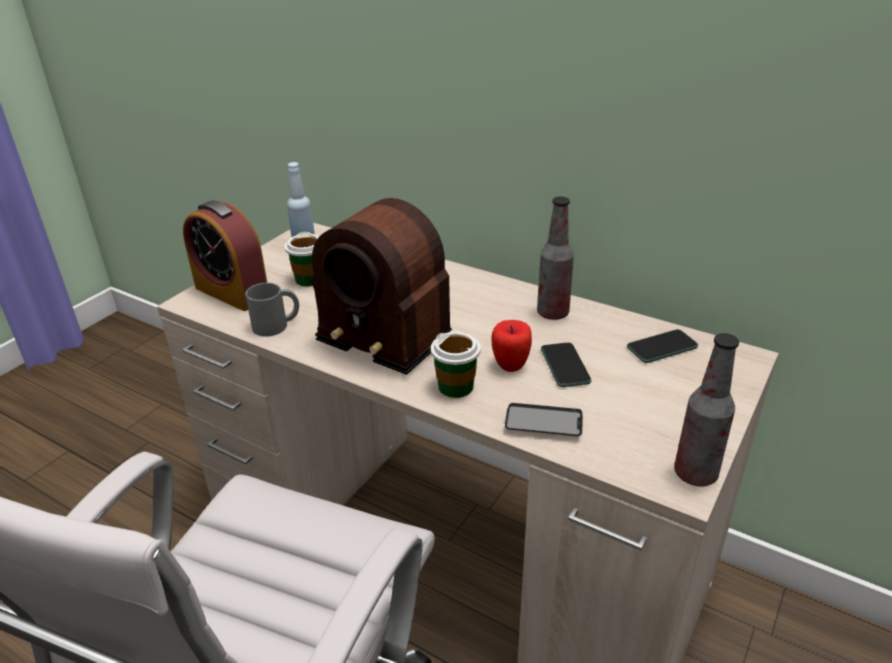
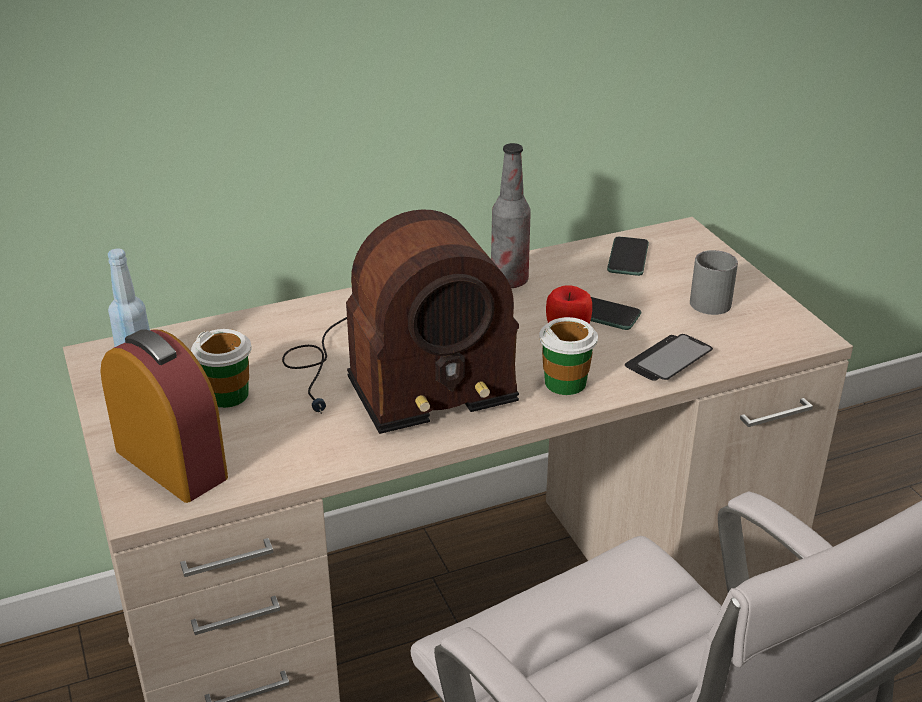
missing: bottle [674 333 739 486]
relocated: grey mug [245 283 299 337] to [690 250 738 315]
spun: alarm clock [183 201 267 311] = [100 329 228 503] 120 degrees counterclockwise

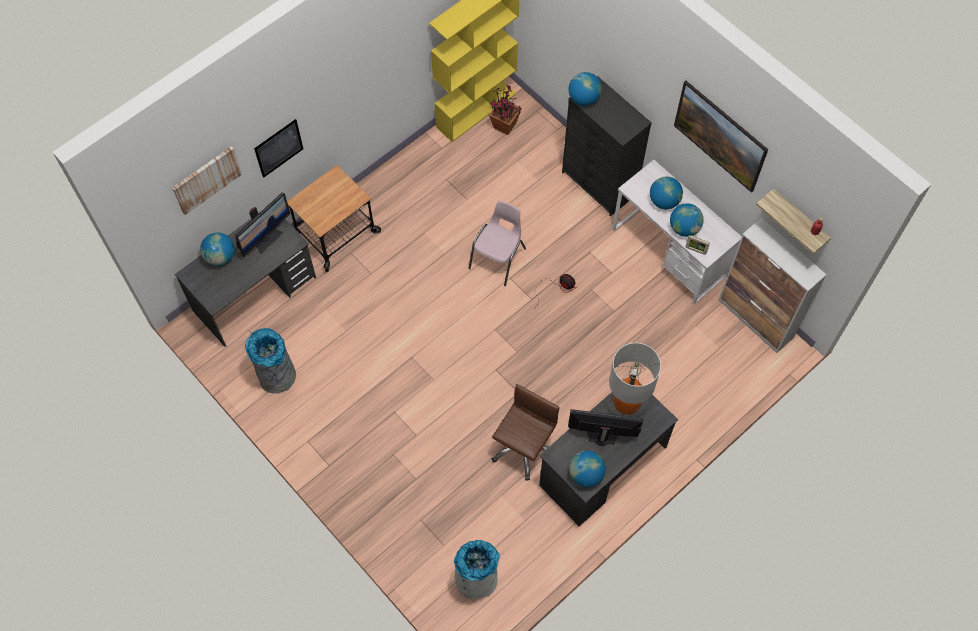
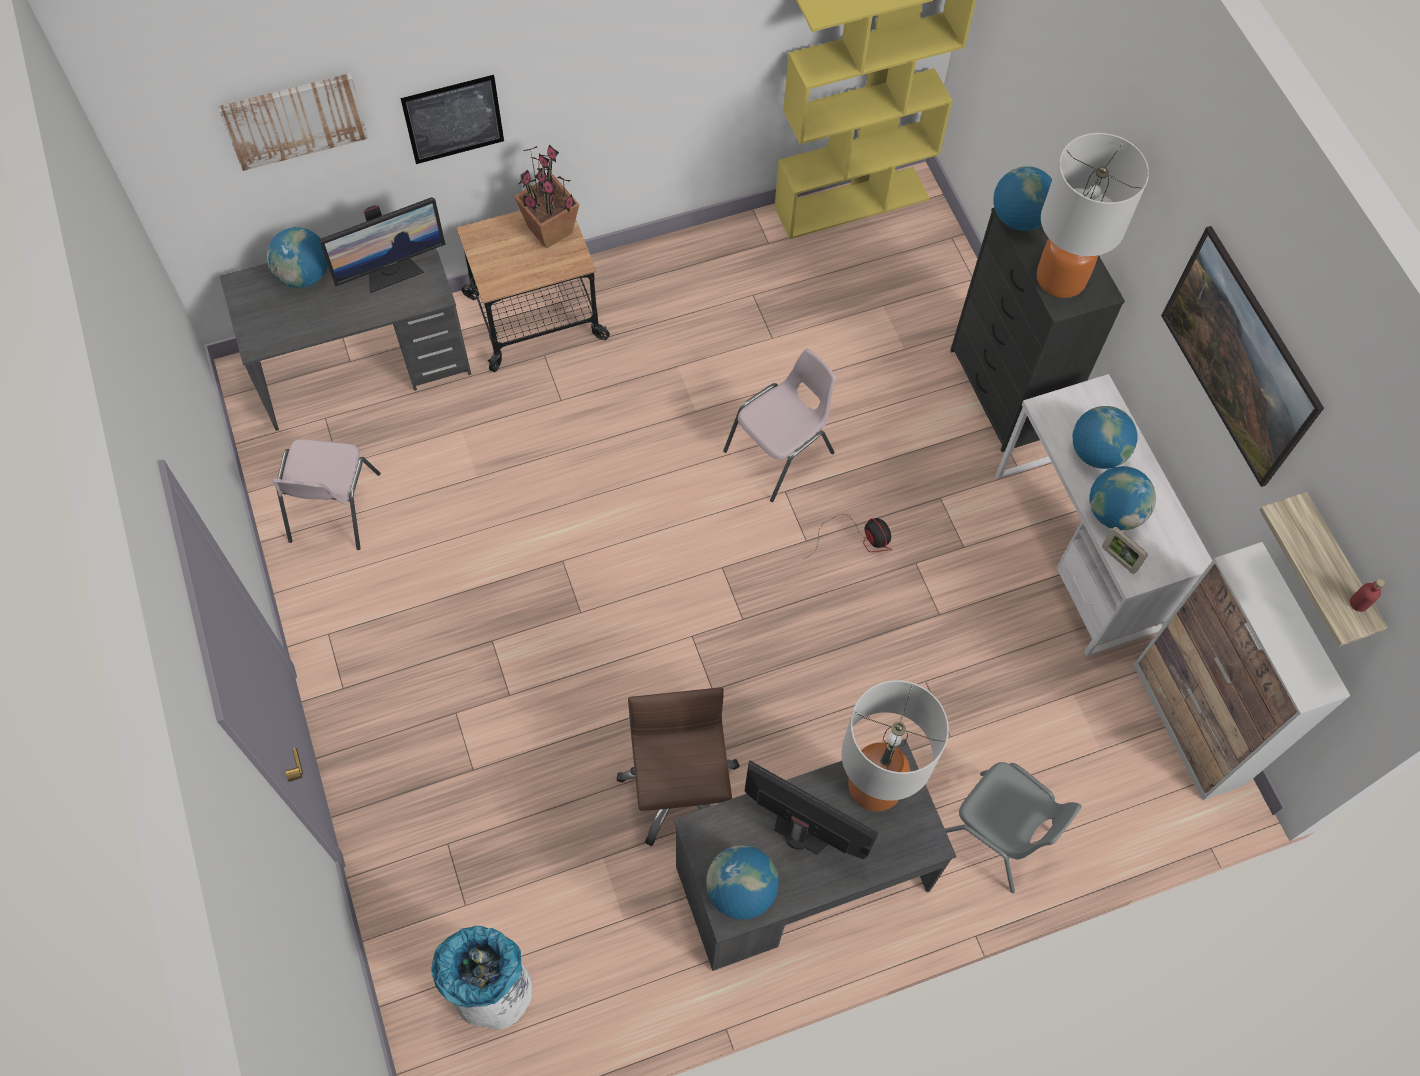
appeared: table lamp [1037 133 1149 298]; grey chair [945 762 1082 893]
relocated: potted plant [489 84 522 135] to [514 144 579 248]
exchanged: grey trash can [245 328 296 393] to pink chair [272 439 381 550]
spun: brown office chair [492 384 560 481] = [616 687 740 846] 60 degrees counterclockwise

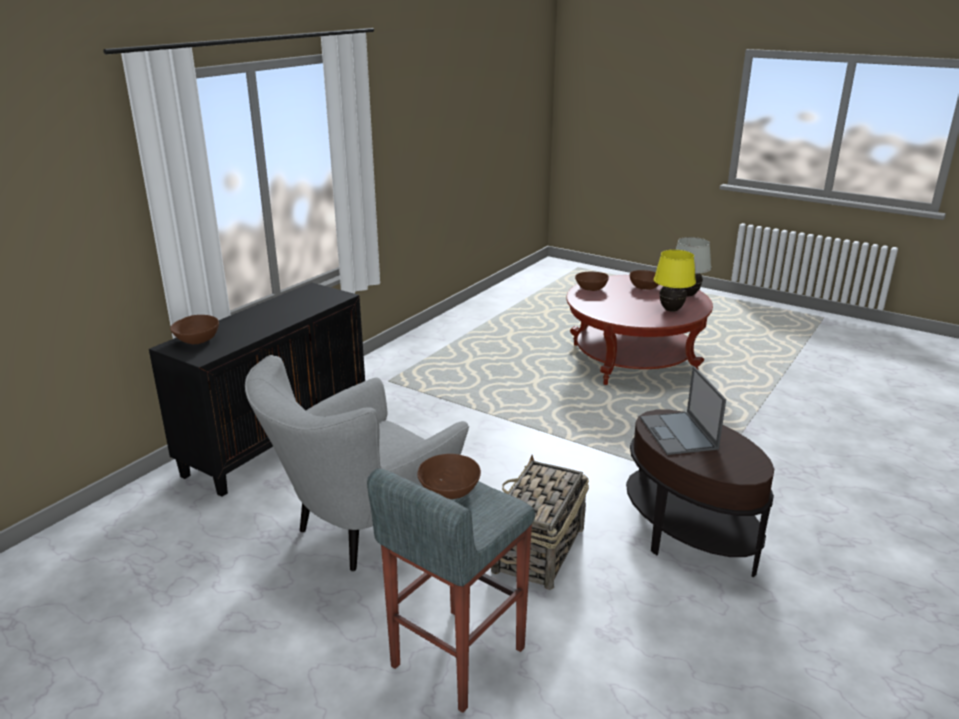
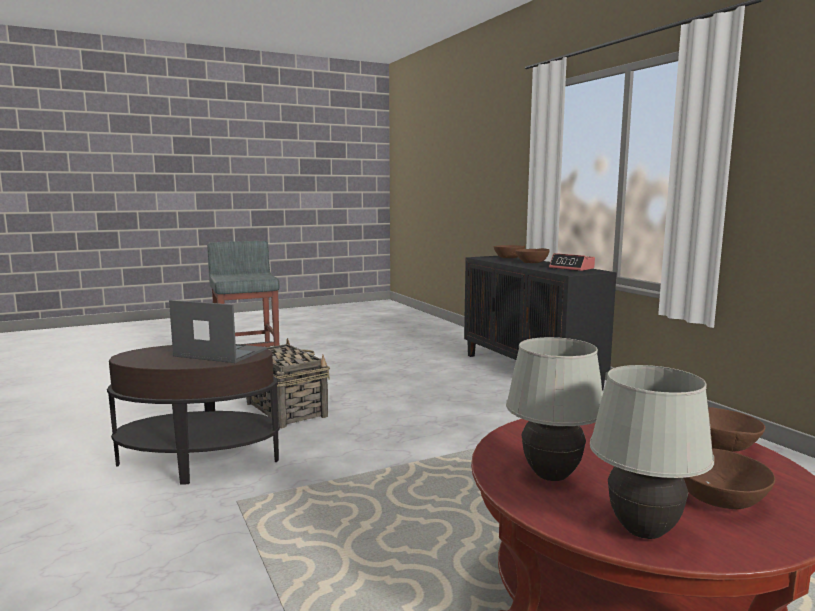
missing: grey armchair [245 355 469 572]
appeared: alarm clock [549 253 595 271]
relocated: brown bowl [417 454 481 499] to [515 248 550 263]
colour: yellow table lamp [654 250 696 312] to white table lamp [506 337 603 481]

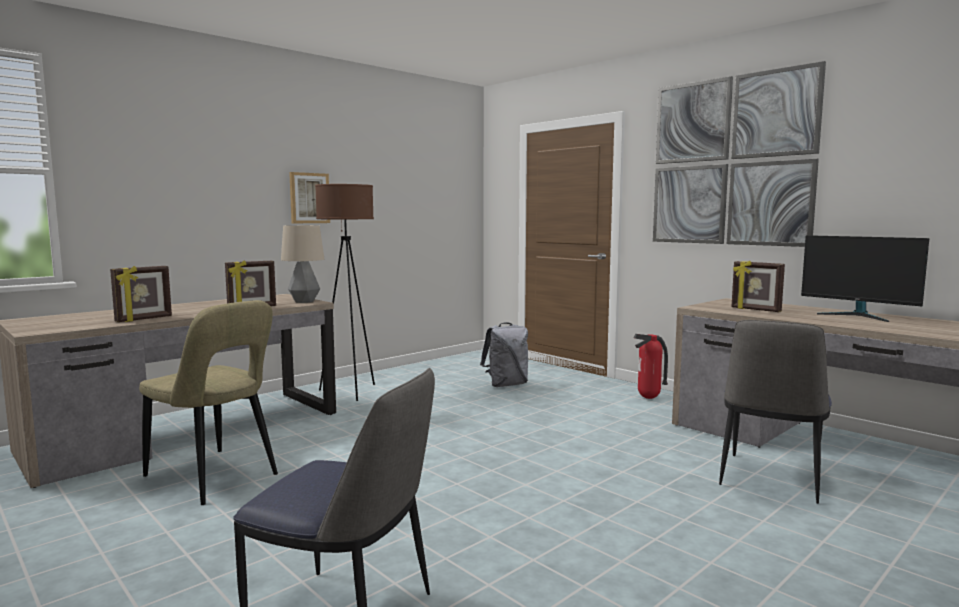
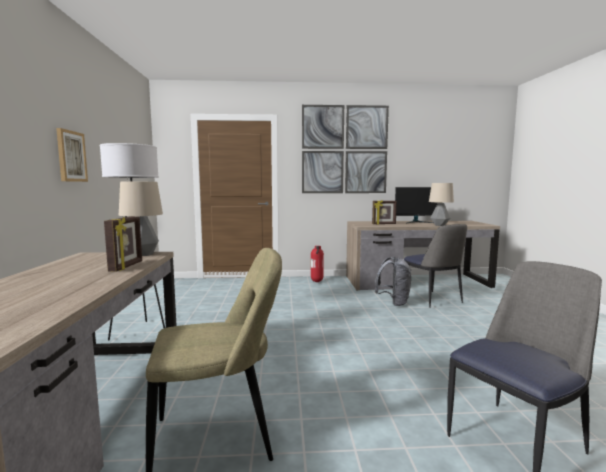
missing: picture frame [110 266 172 322]
appeared: table lamp [429 183 454 226]
relocated: grey backpack [480 322 528 387] to [375 257 411 306]
colour: brown floor lamp [315 184 375 401] to white floor lamp [100 143 165 340]

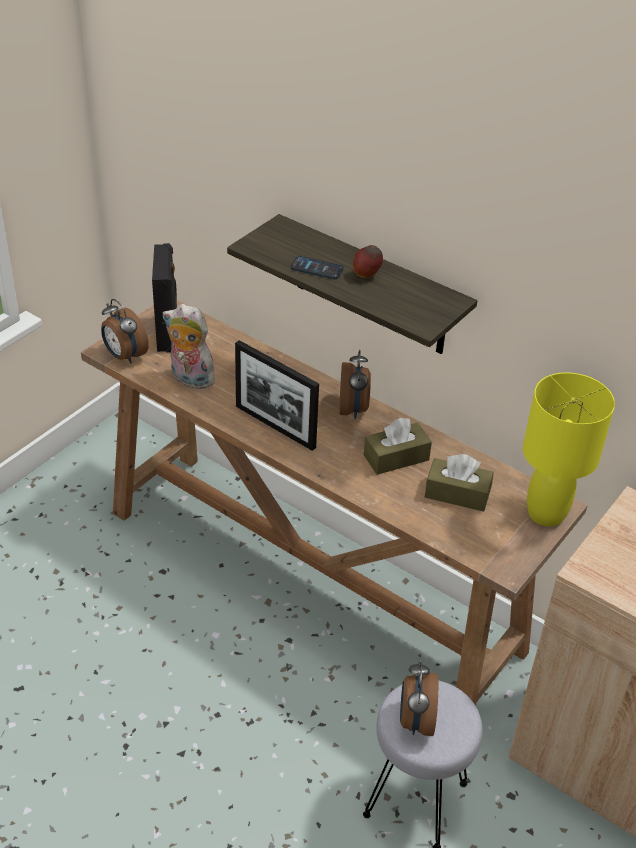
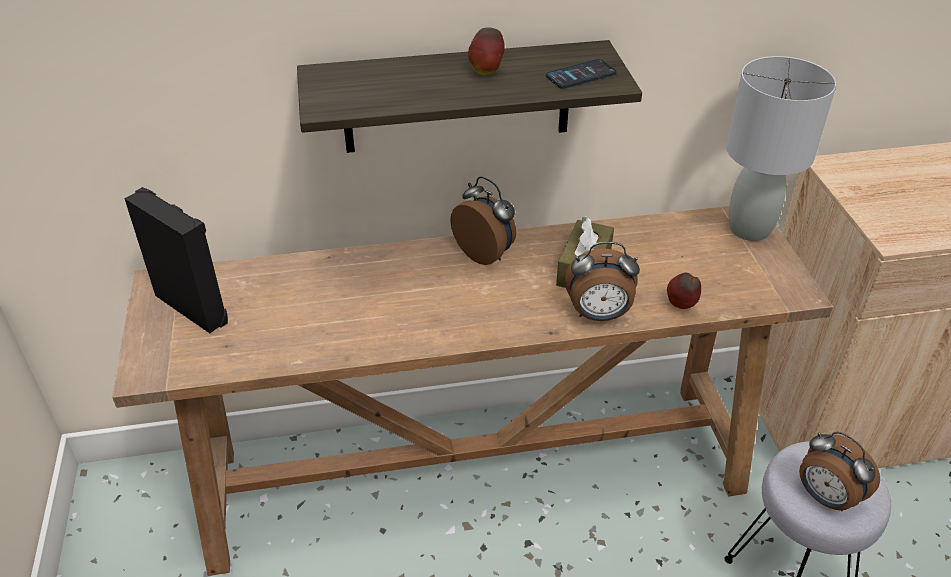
missing: plush toy [163 304 215 389]; picture frame [235 340 319 451]; brown tissue box [425 454 494 512]
appeared: apple [667 273 701 309]
relocated: phone [290 256 344 279] to [546 59 617 89]; alarm clock [101 299 149 363] to [565 242 640 321]
colour: yellow table lamp [523 372 615 526] to grey table lamp [726 56 836 241]

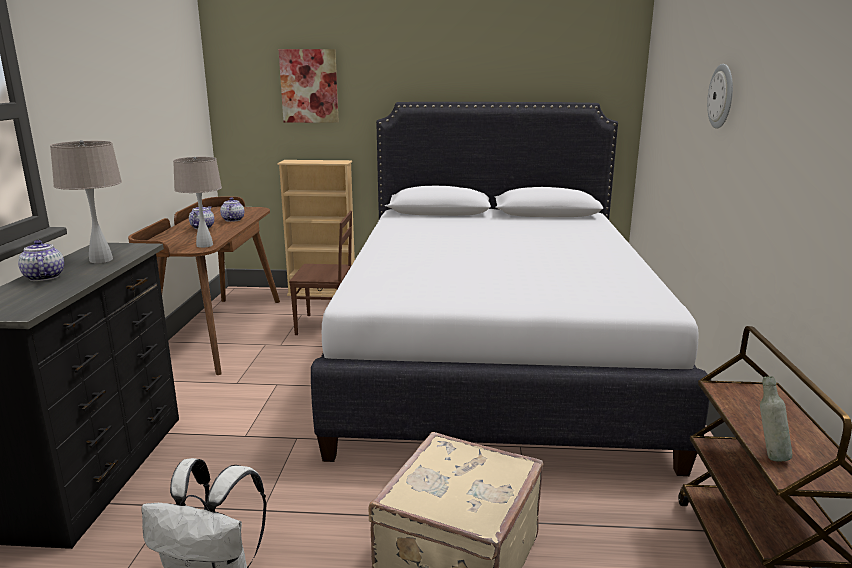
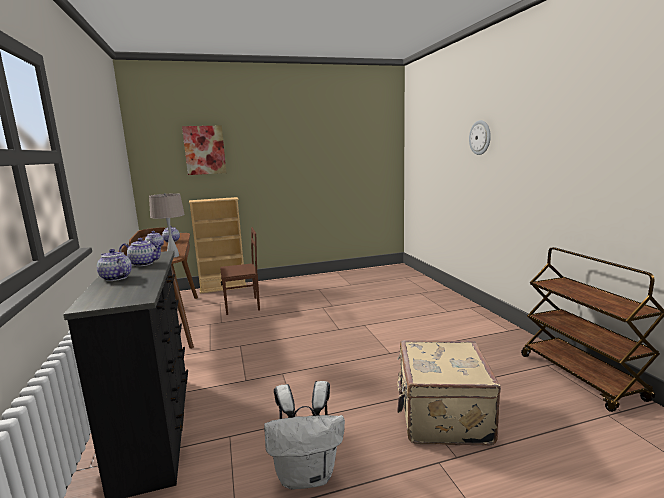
missing: white bed [311 102 711 476]; grey bottle [760 376 792 461]
exchanged: beige table lamp [50 140 122 263] to teapot [119 238 163 266]

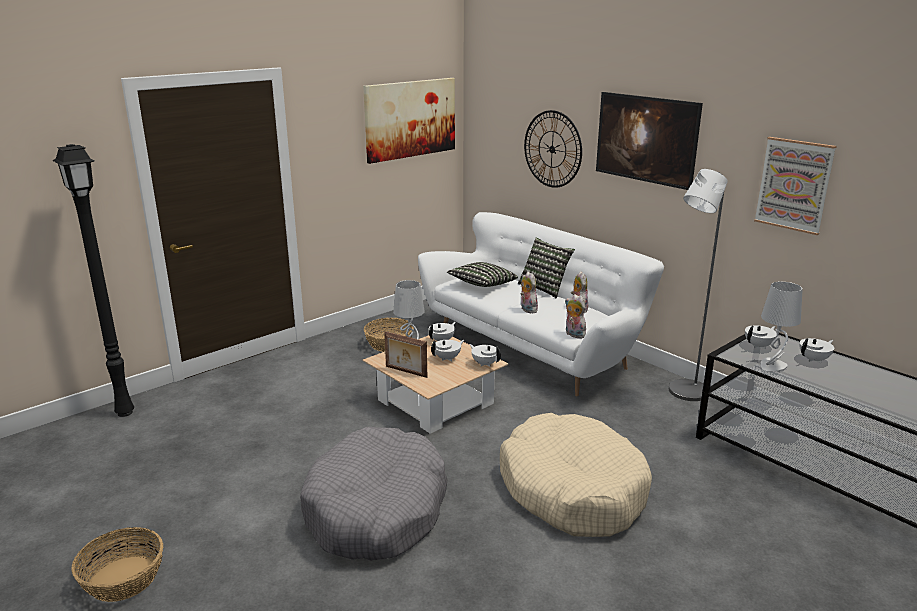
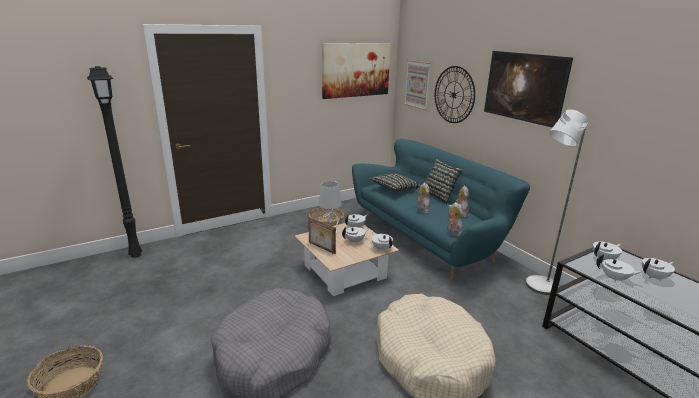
relocated: picture [754 137 837 235] to [404 60 431 110]
exchanged: grey table lamp [761 281 803 372] to white teapot [596 254 644 283]
colour: white sofa [418 212 664 396] to turquoise sofa [352 139 530 280]

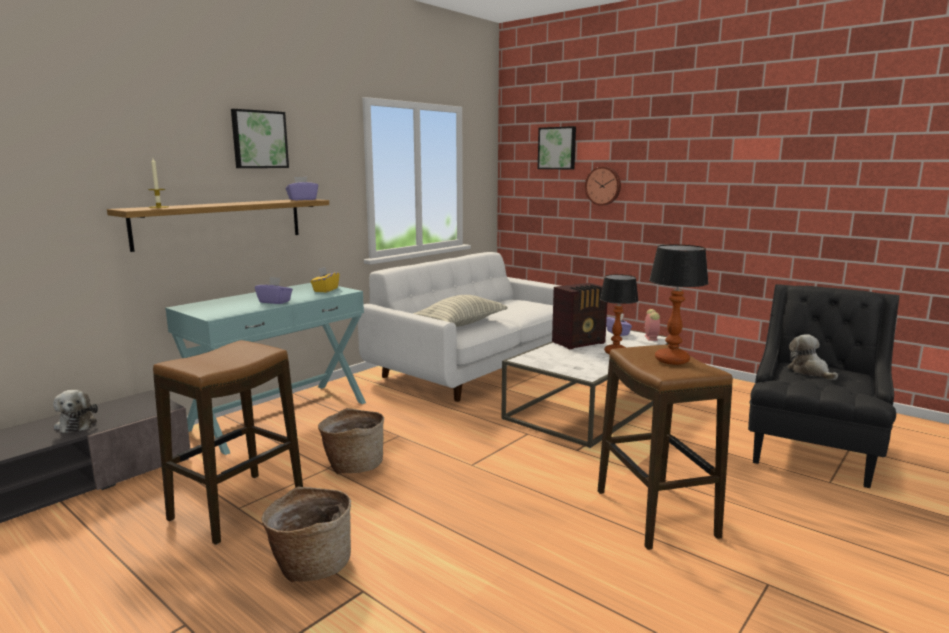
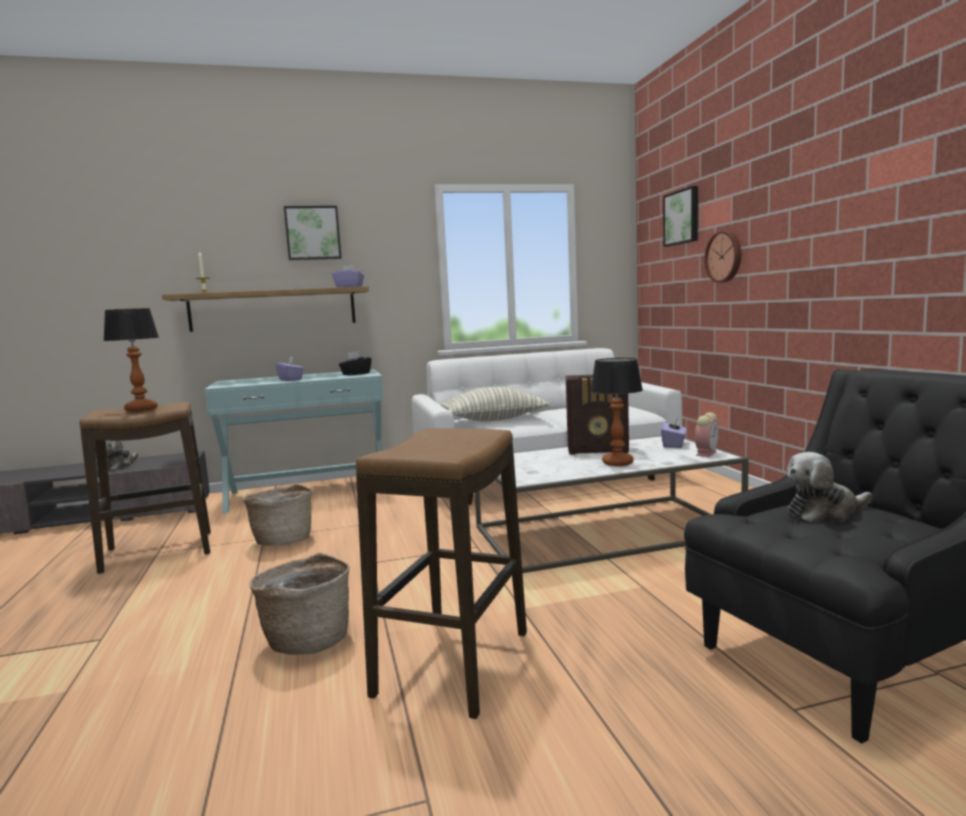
relocated: table lamp [649 244 709 365] to [103 308 159 412]; basket [262 486 351 582] to [249 552 349 655]
colour: yellow tissue box [310 267 340 292] to black tissue box [339 351 372 375]
spun: plush toy [787 334 838 380] = [787 452 872 522] 120 degrees counterclockwise

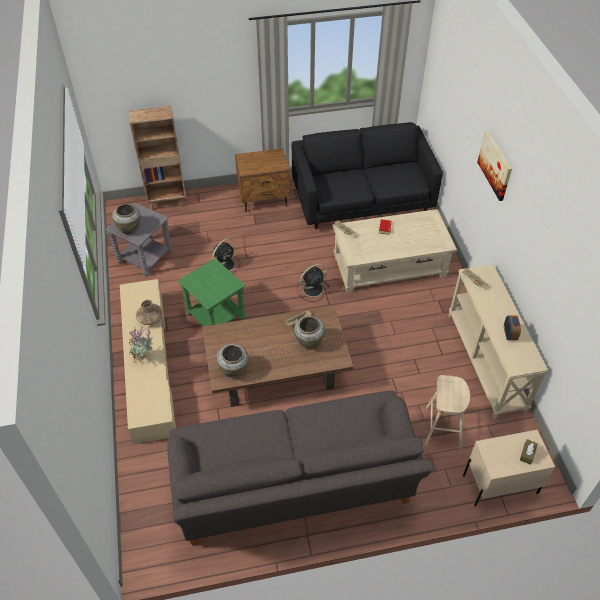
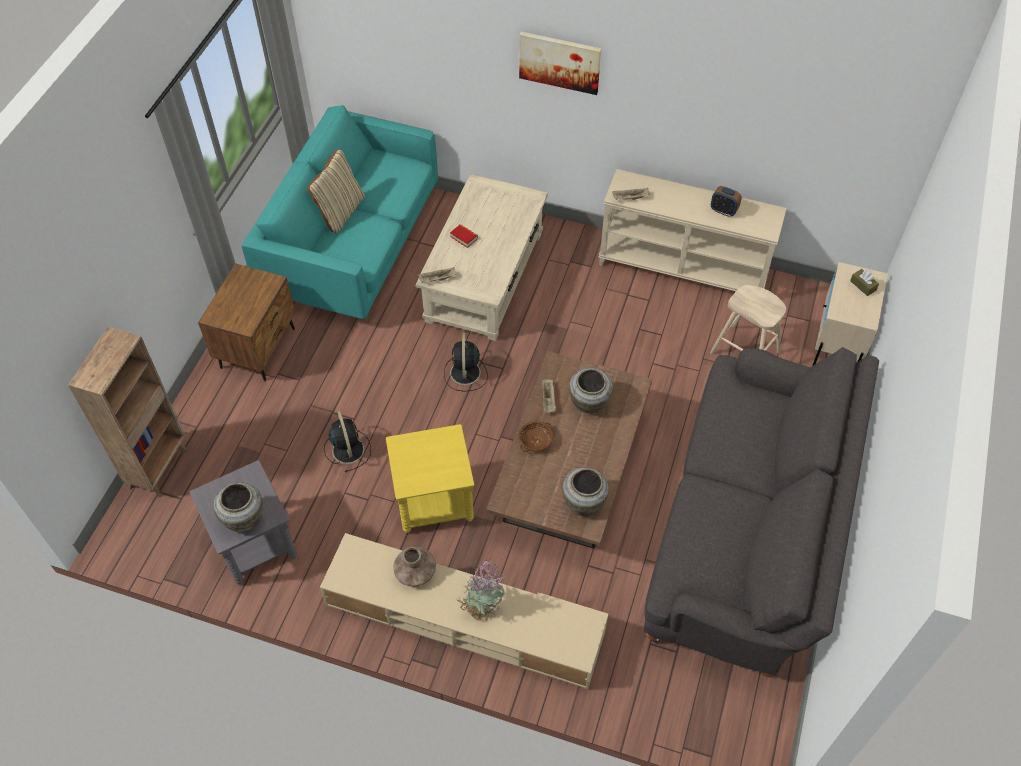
appeared: beige pillow [308 149 365 233]; brown bowl [519 421 553 452]
colour: black sofa [292 122 443 229] to turquoise sofa [241 105 438 319]; green side table [178 258 245 326] to yellow side table [386 424 474 533]

